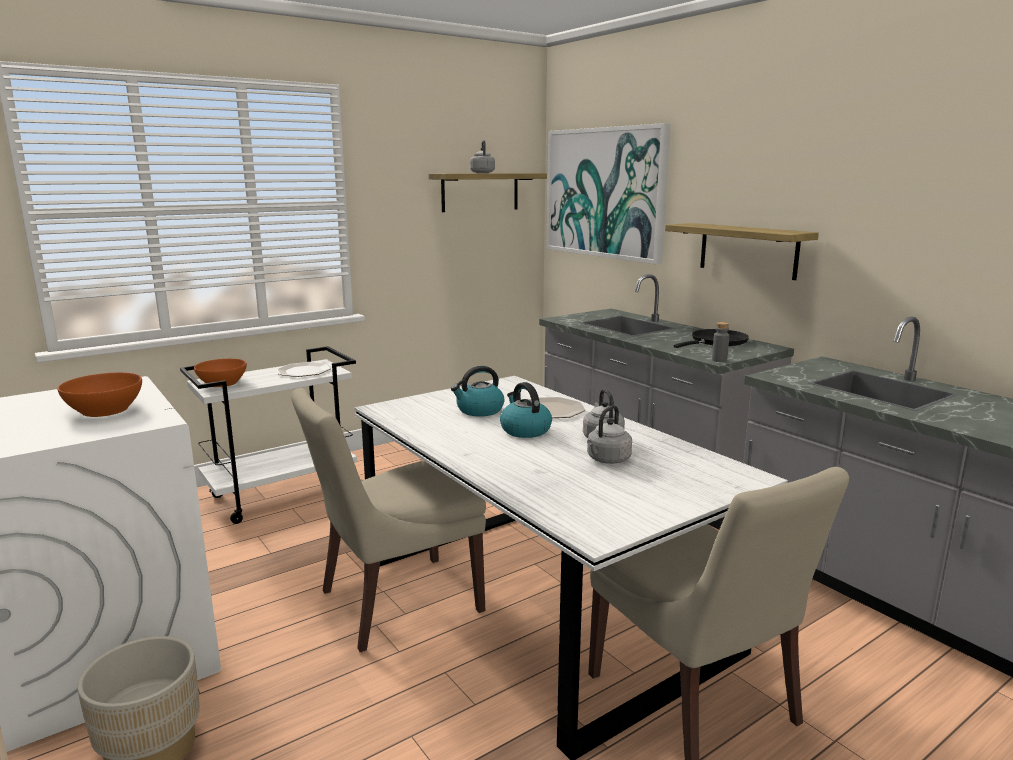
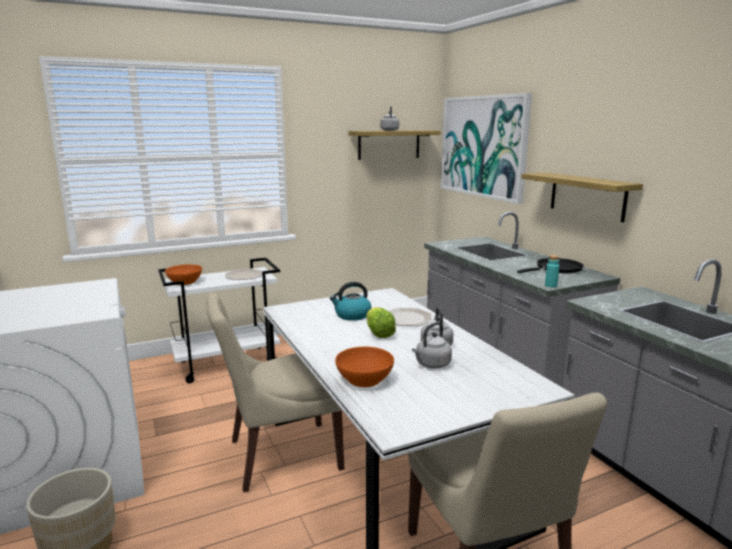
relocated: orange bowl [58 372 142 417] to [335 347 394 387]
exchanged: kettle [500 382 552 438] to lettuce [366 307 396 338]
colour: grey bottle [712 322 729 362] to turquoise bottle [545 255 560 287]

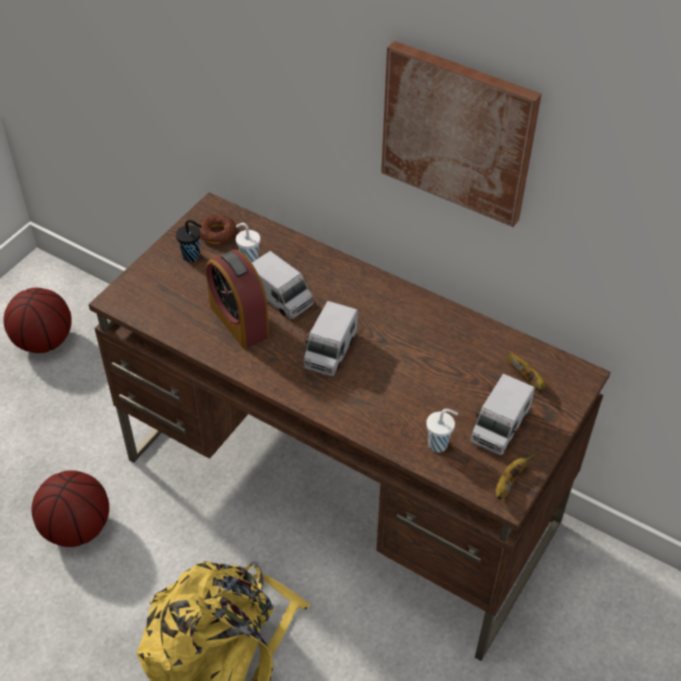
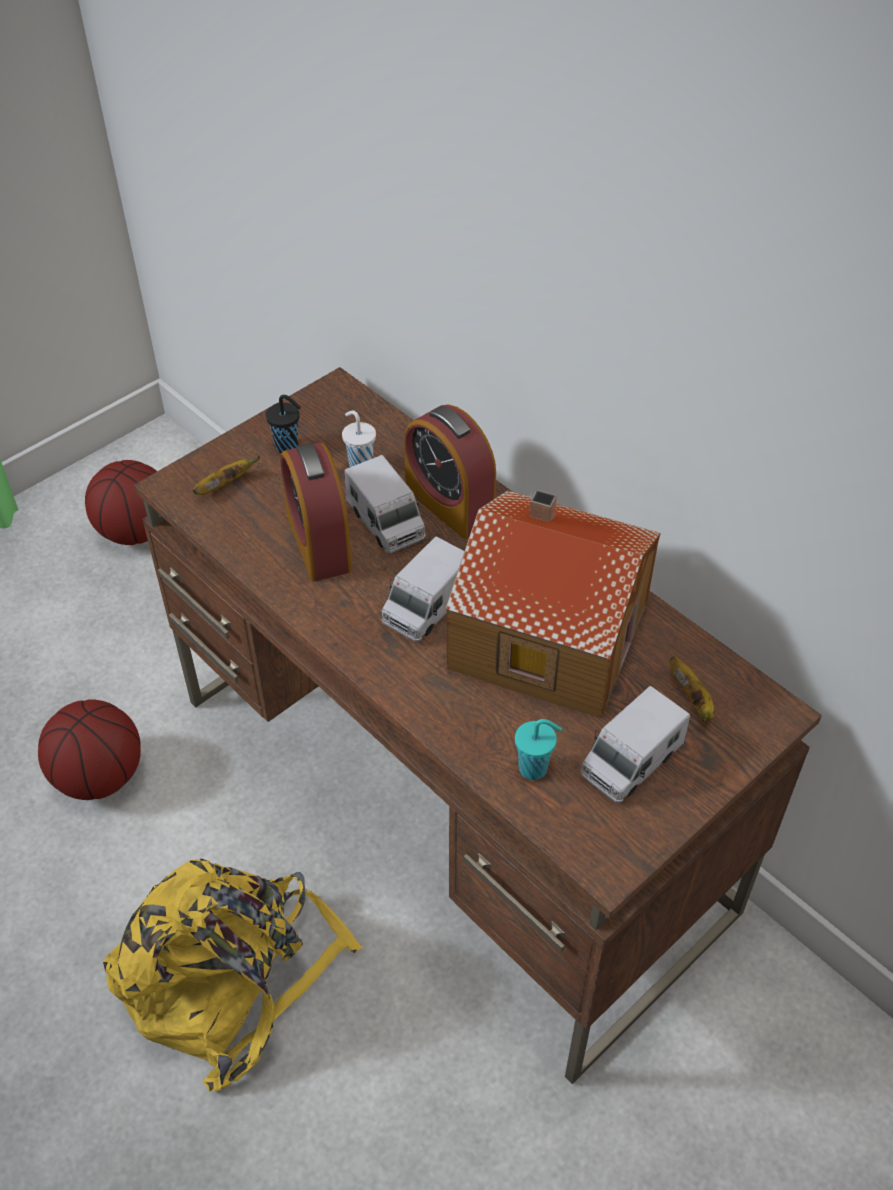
missing: picture [381 41 542 227]; donut [198 215 236 244]
appeared: alarm clock [404 404 496 539]; toy house [445 490 661 718]
relocated: banana [496 454 537 499] to [193 456 260 495]
colour: white cup [426 409 458 452] to turquoise cup [515 719 562 780]

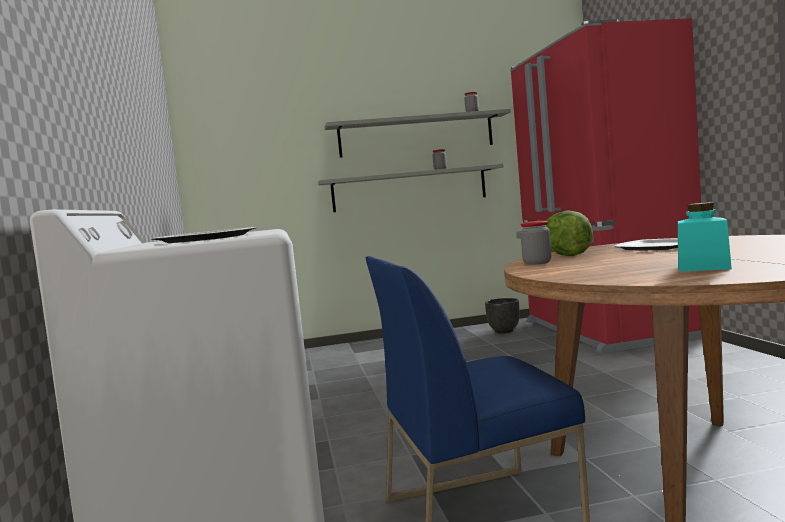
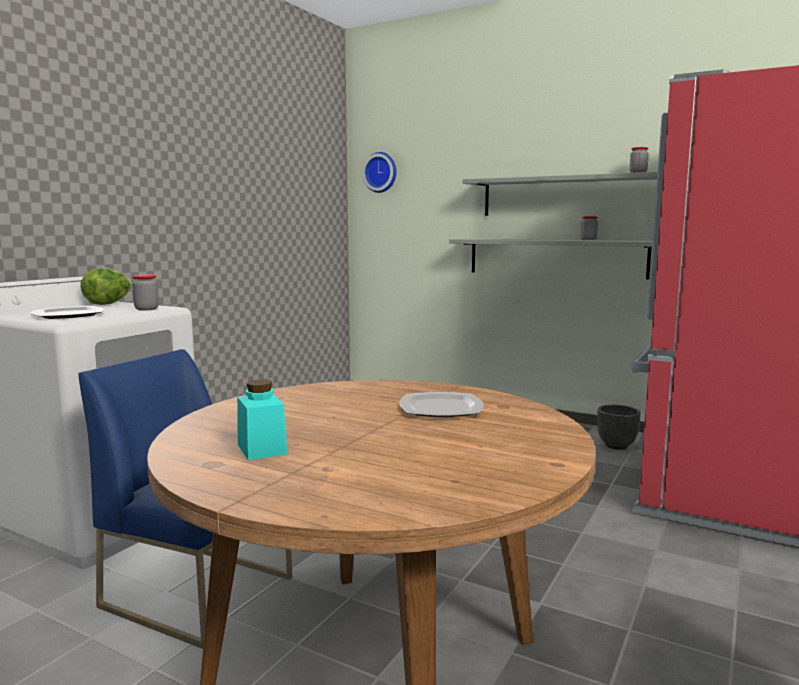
appeared: wall clock [362 152 397 193]
relocated: lettuce [546 211 593 256] to [81 267 132 305]; jar [520 221 552 265] to [132 275 159 311]

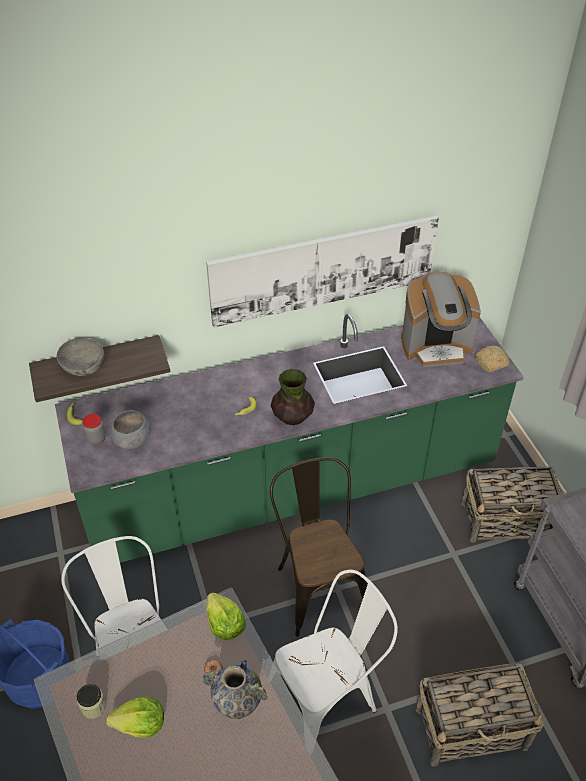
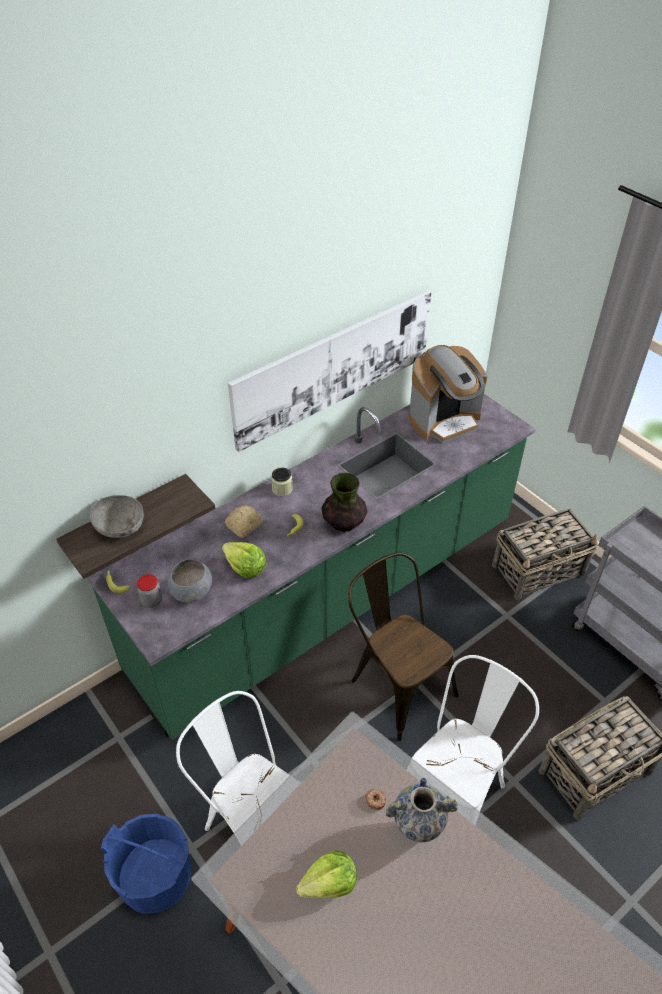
relocated: bread [475 345 509 373] to [225 505 263 538]; lettuce [207 593 246 640] to [222 542 267 578]; jar [77 684 106 719] to [271 467 293 496]

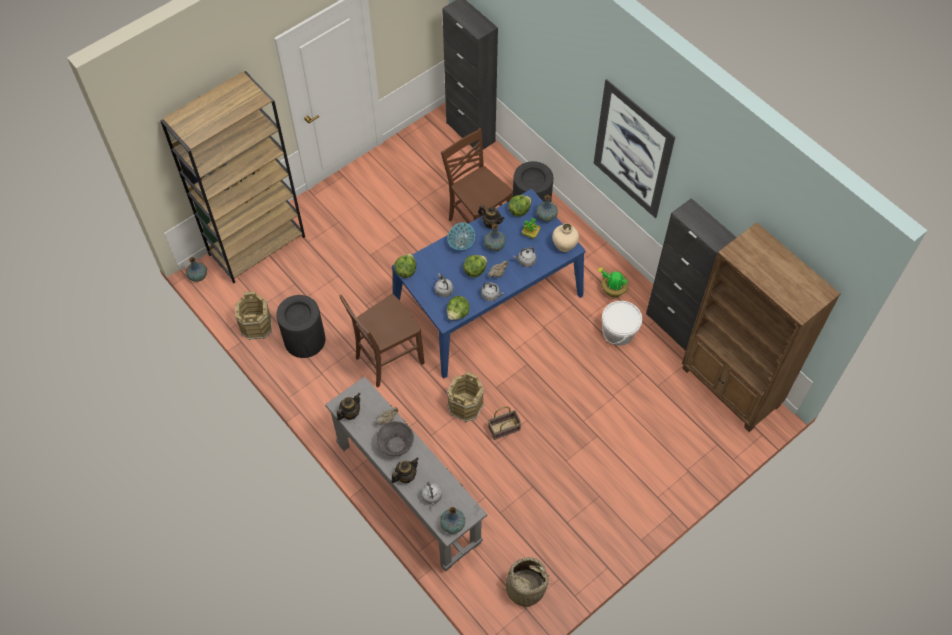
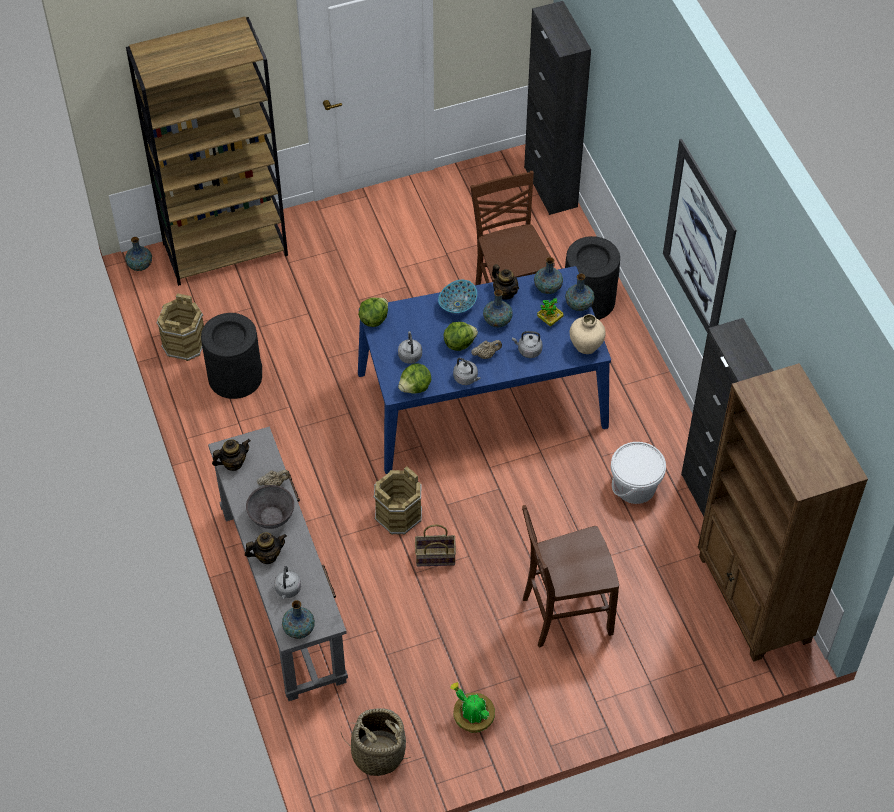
relocated: potted plant [598 267 629 297] to [450 682 495 733]; brown chair [339 294 425 387] to [522 505 619 647]
exchanged: lettuce [508 195 531 217] to vase [534 257 563 294]

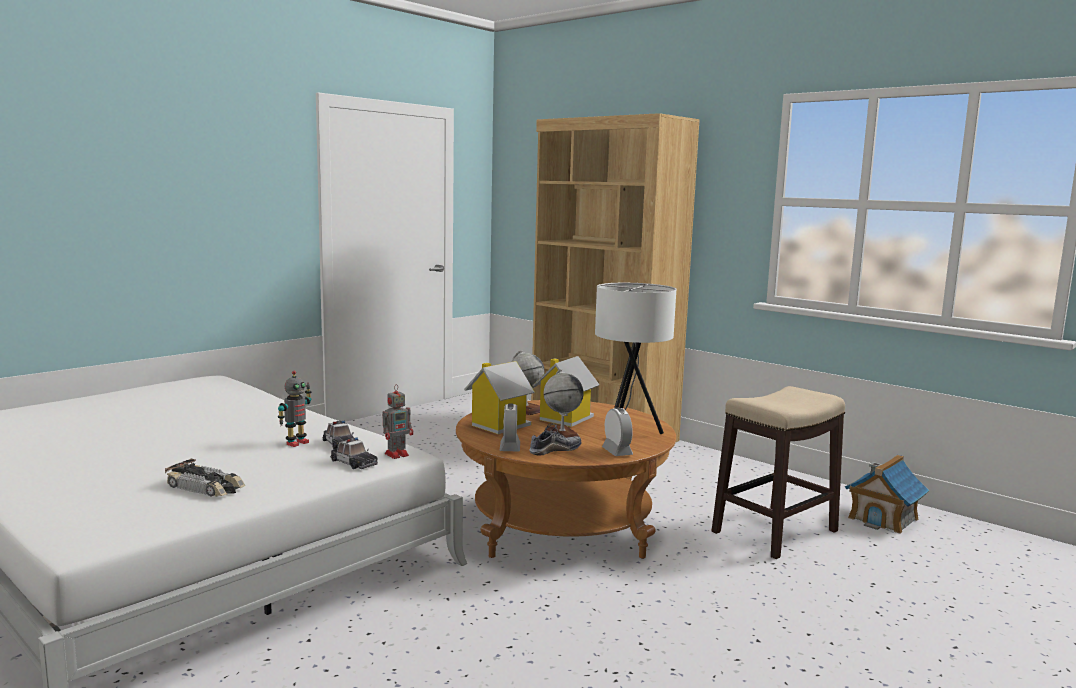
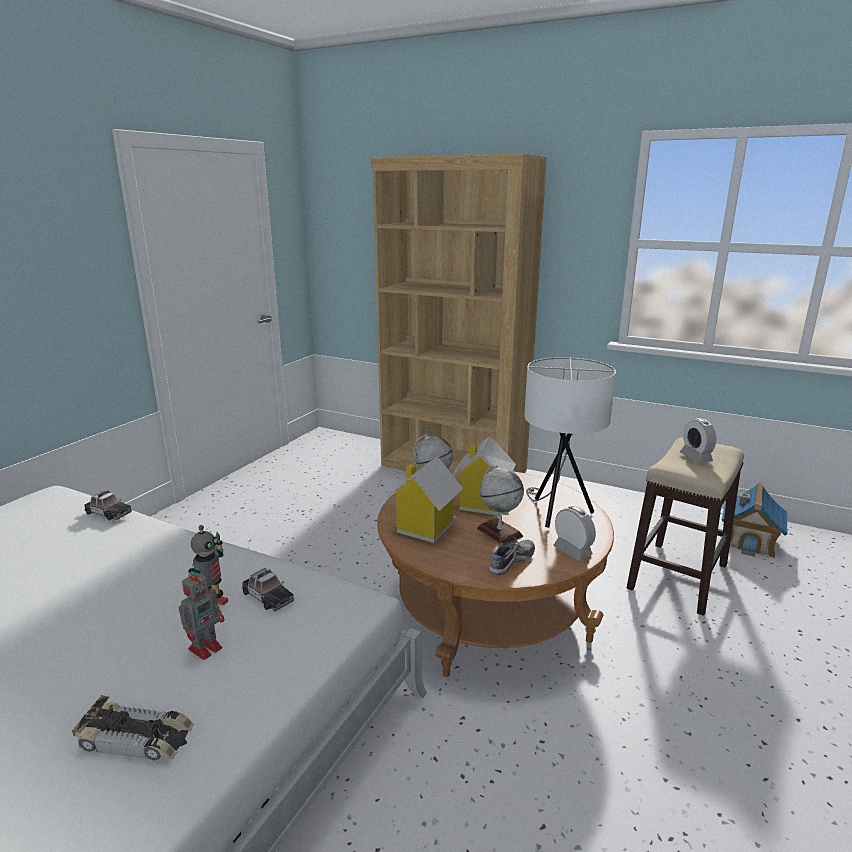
relocated: toy robot [382 385 413 459] to [179 568 224 660]; alarm clock [499 403 520 451] to [680 418 716 463]; toy car [330 437 378 469] to [84 490 132 520]

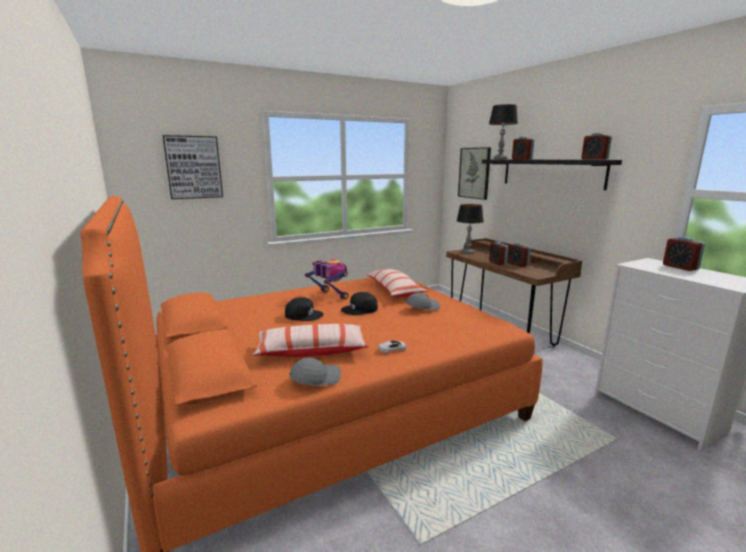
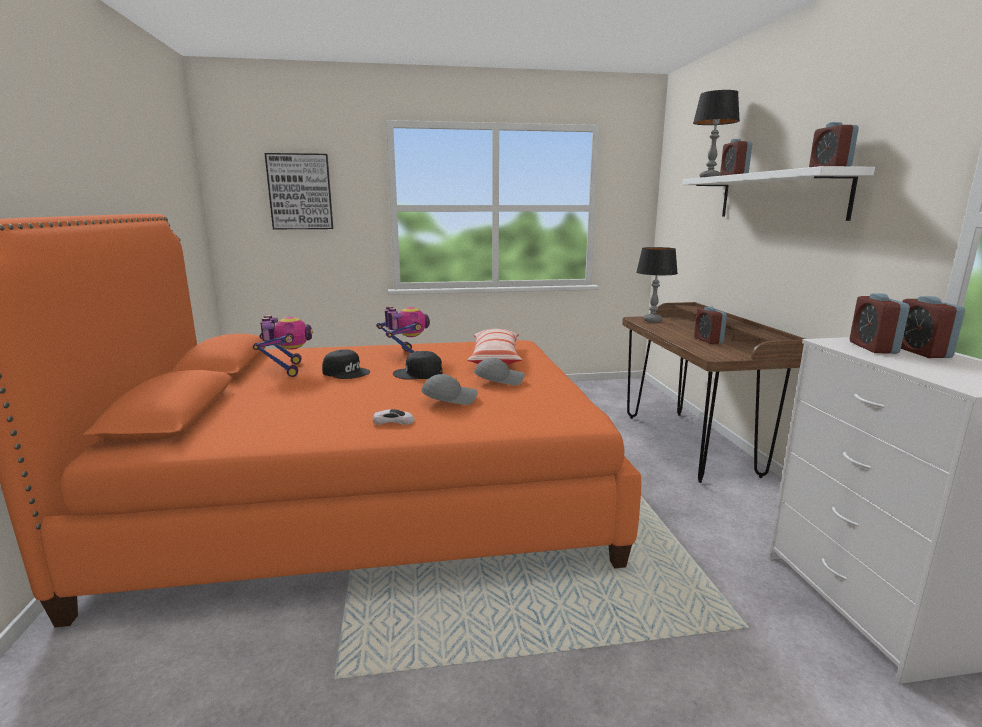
missing: picture [458 147 491 200]; pillow [253 324 369 357]
appeared: toy robot [253 315 313 377]
relocated: alarm clock [489 242 508 265] to [850 293 910 354]; grey cap [289 358 341 386] to [421 374 478 405]
colour: black shelf [482 159 622 190] to white shelf [682 166 875 221]

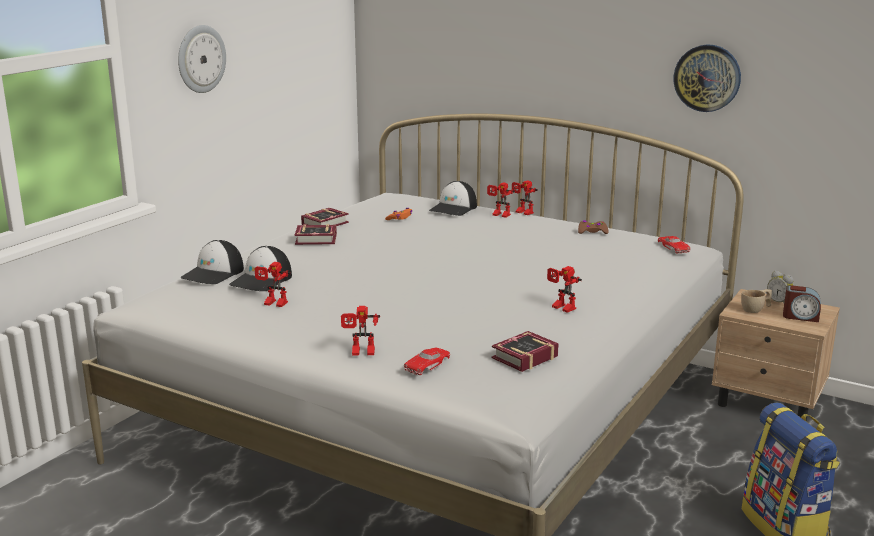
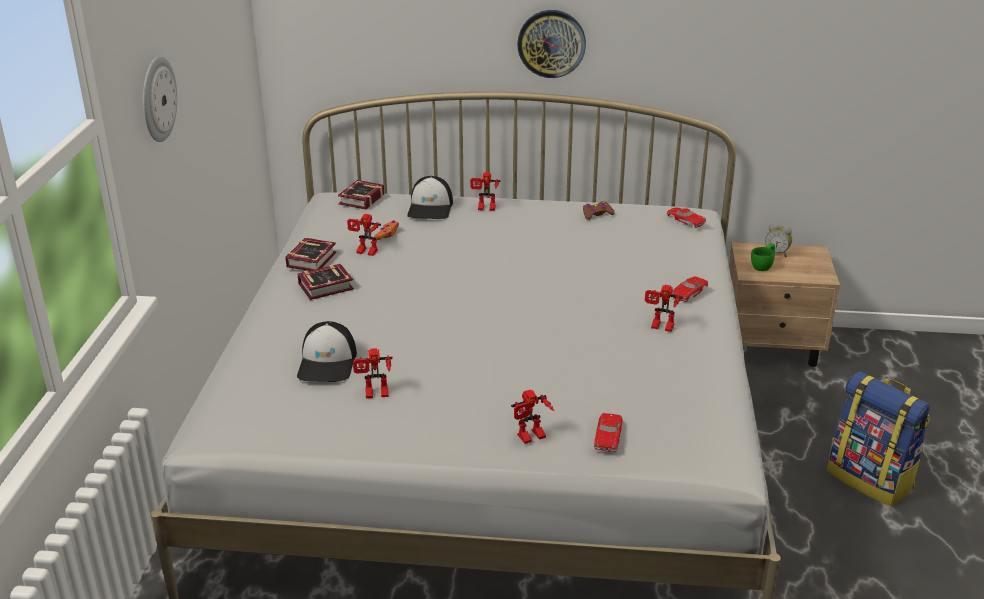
missing: cap [181 240 244 284]; alarm clock [783 285 821 322]
appeared: red toy car [671 276 708 302]
relocated: wall clock [674 44 741 112] to [517 10 586 78]; toy robot [512 180 538 215] to [347 214 381 256]; book [492 331 559 372] to [338 180 384 210]
colour: beige cup [741 289 772 313] to green cup [751 244 775 271]

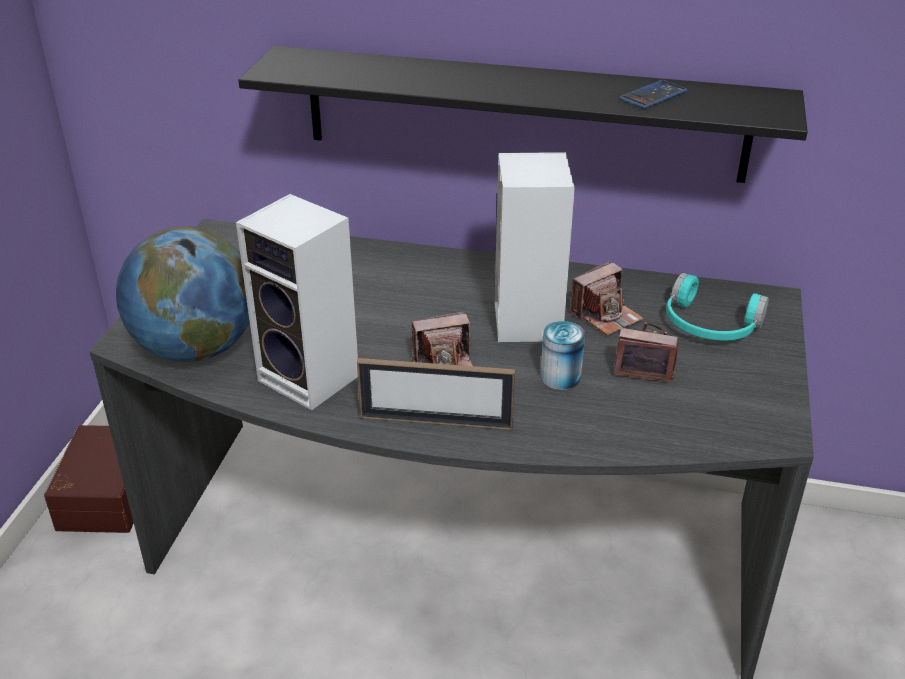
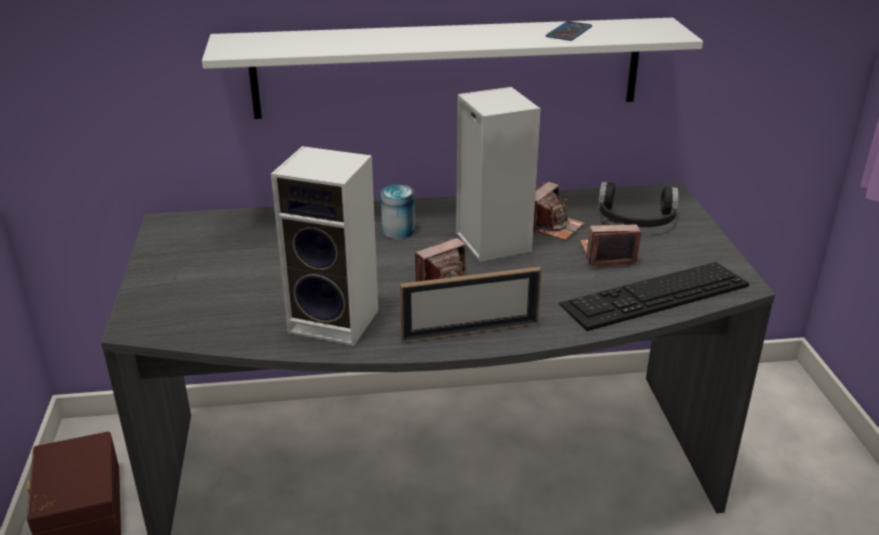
missing: globe [116 226 250 362]
appeared: keyboard [559 262 749 331]
relocated: can [540 321 585 390] to [381 185 415 239]
colour: black shelf [238 46 808 183] to white shelf [202 18 703 119]; turquoise headphones [666 273 769 341] to black headphones [598 182 679 227]

